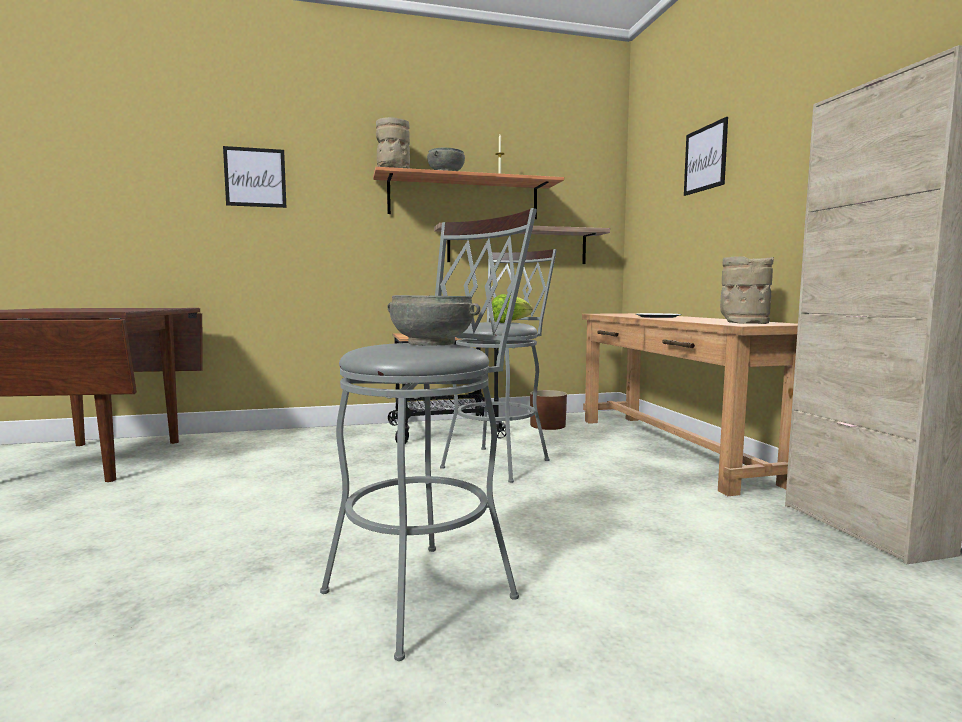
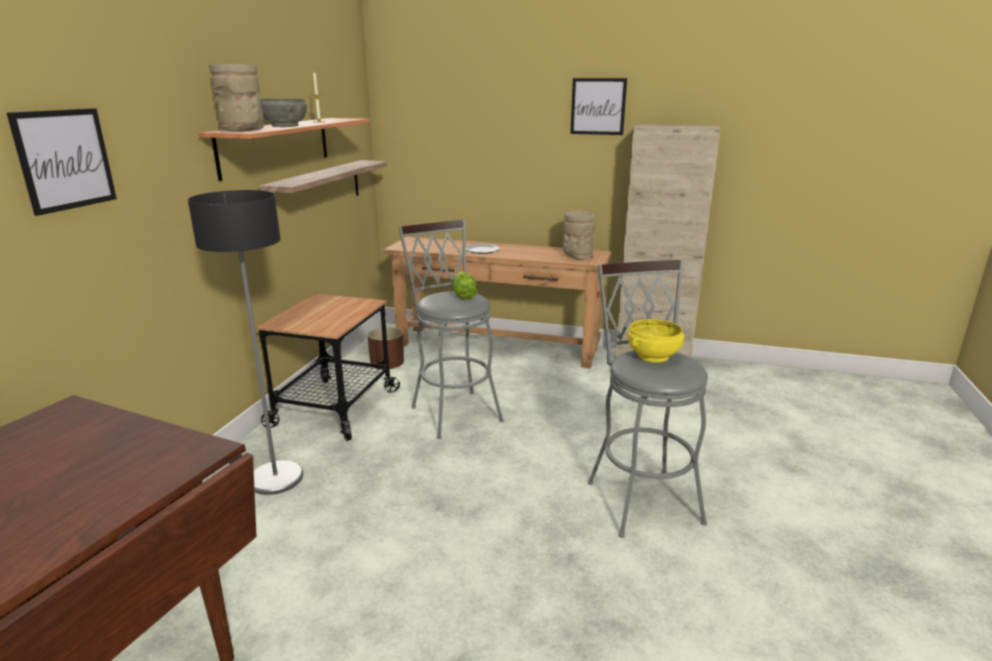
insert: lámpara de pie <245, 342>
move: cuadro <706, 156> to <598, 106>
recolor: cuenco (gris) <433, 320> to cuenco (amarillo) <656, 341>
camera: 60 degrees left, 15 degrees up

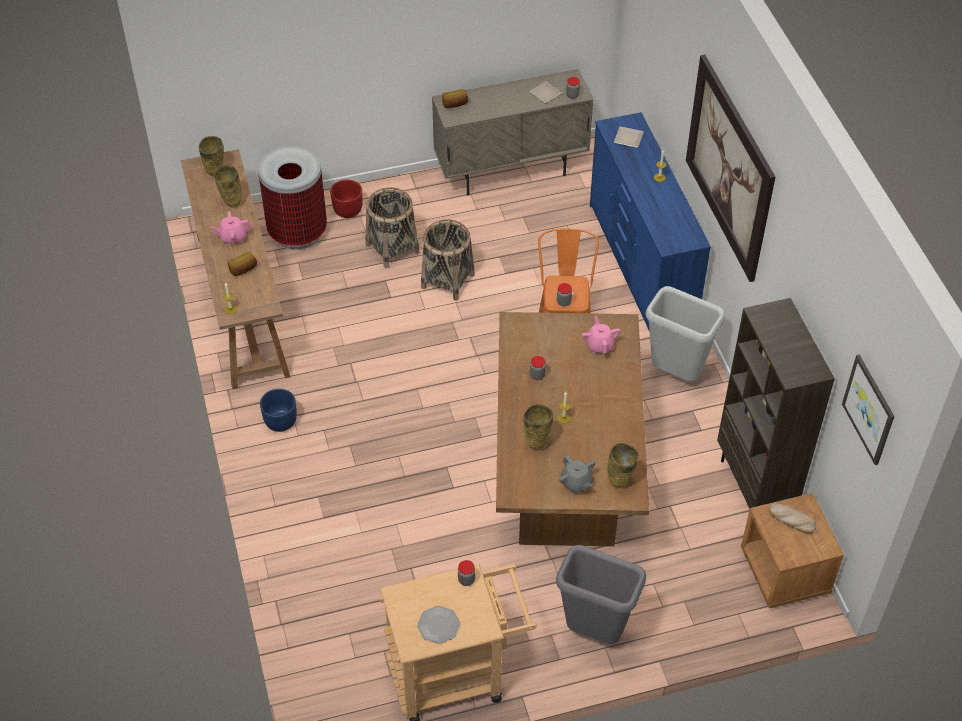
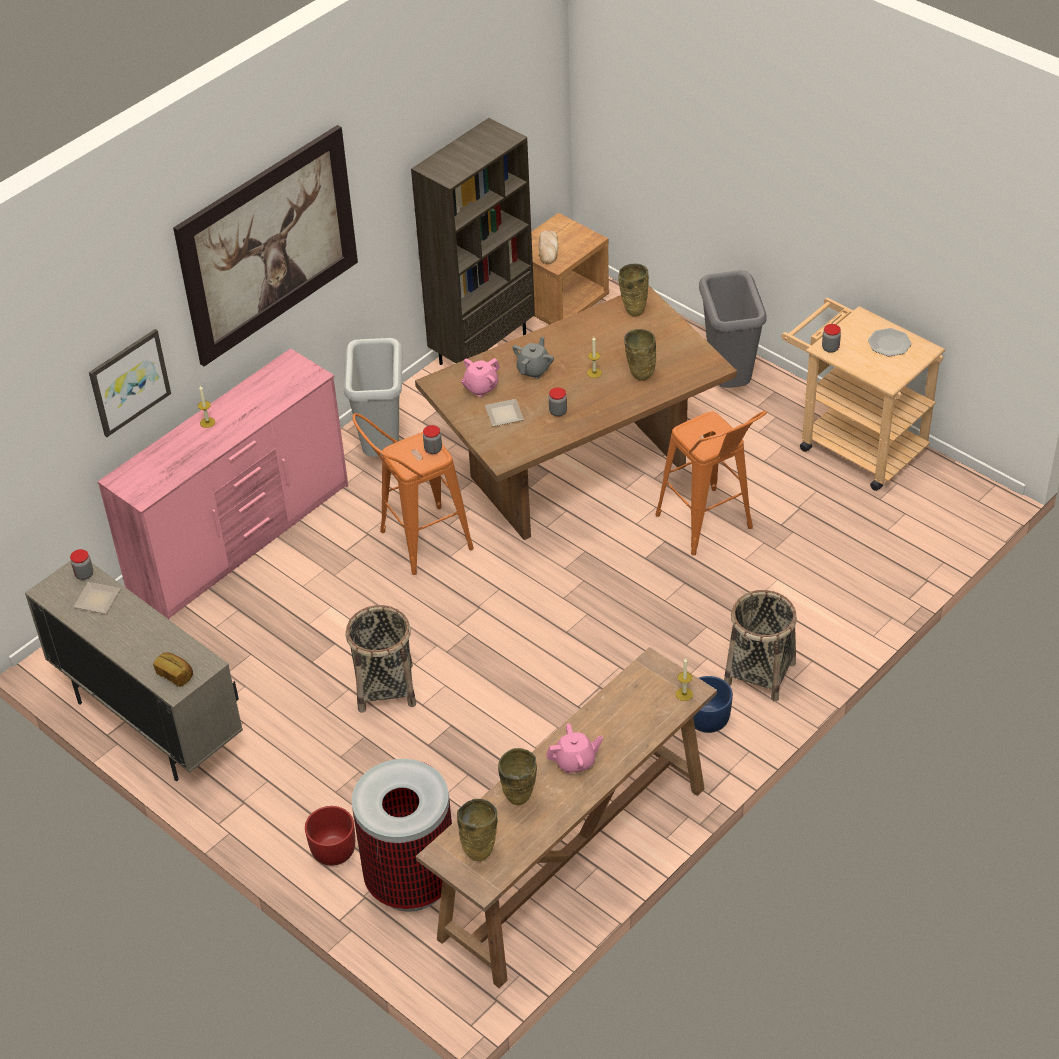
delete: pan <242, 264>
insert: taburete (naranja) <711, 483>
move: cesta <392, 227> to <760, 645>; tetera (gris) <577, 474> to <533, 358>; plato <629, 137> to <504, 412>; cuadro <868, 410> to <130, 383>
recolor: cómoda (azul) <650, 222> to cómoda (rosa) <222, 483>
rotate: tetera (rosa) <231, 228> = <574, 749> 60 degrees counterclockwise
camera: 120 degrees left, 5 degrees down

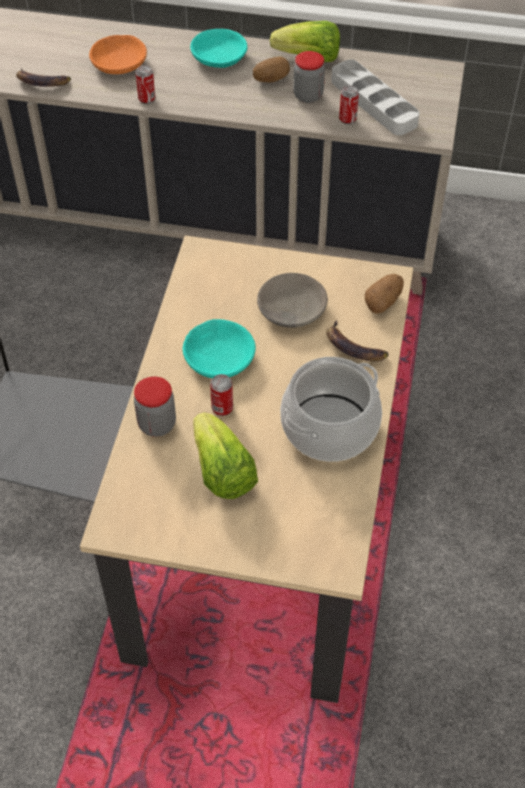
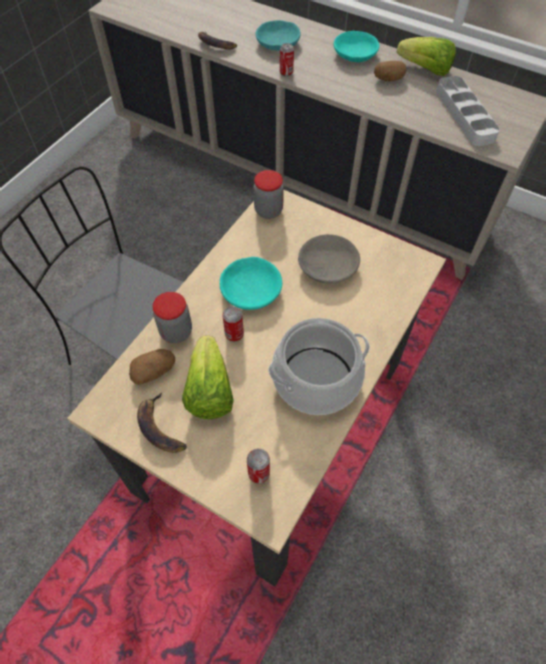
move: tarro <309, 77> to <268, 194>; plátano <357, 341> to <162, 422>; lata <349, 104> to <258, 466>; patata <384, 294> to <152, 367>
recolor: cuenco (naranja) <118, 54> to cuenco (turquesa) <278, 35>
camera: 20 degrees right, 5 degrees up

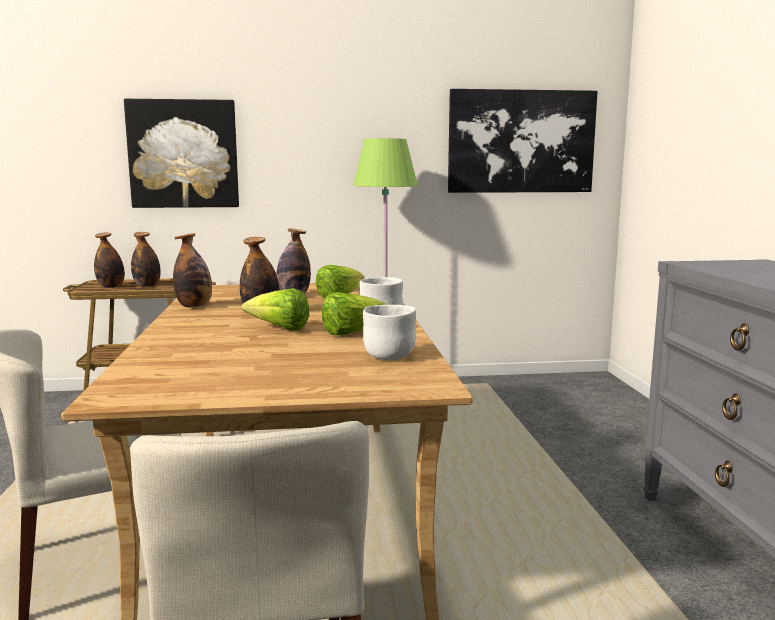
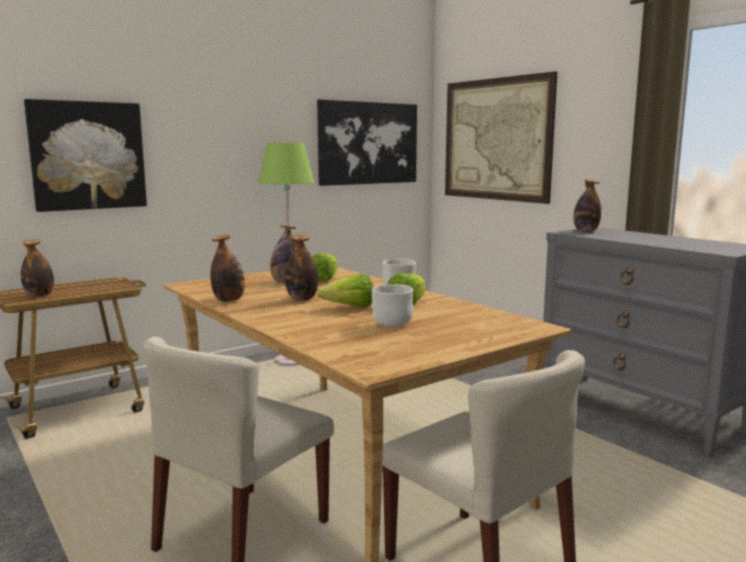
insert: cuadro <501, 137>
move: botella <146, 259> to <587, 205>; cuenco (blanco) <389, 332> to <392, 305>
camera: 30 degrees left, 0 degrees up

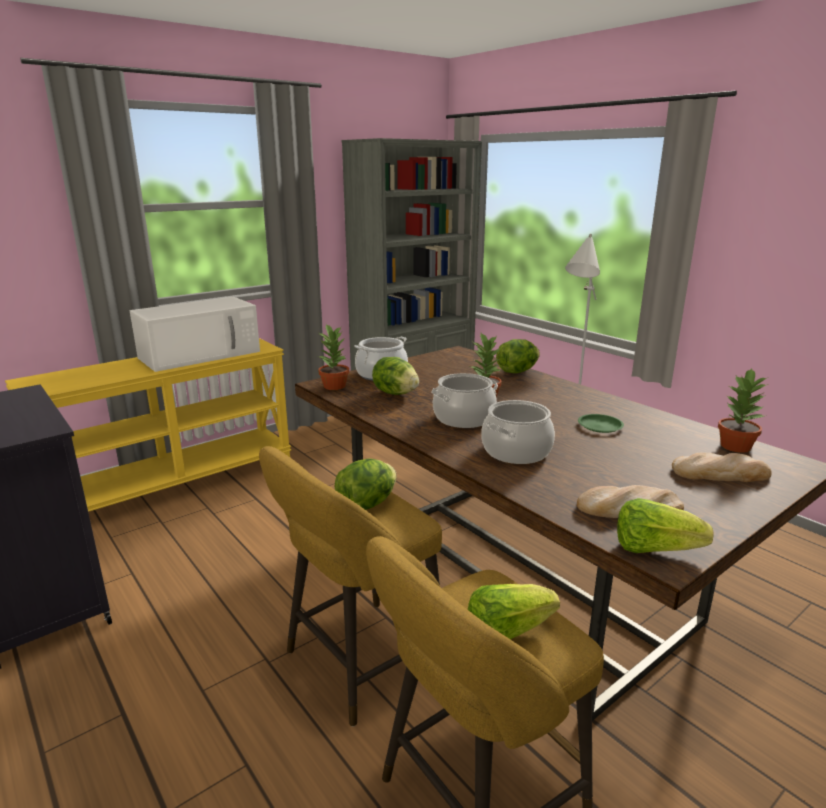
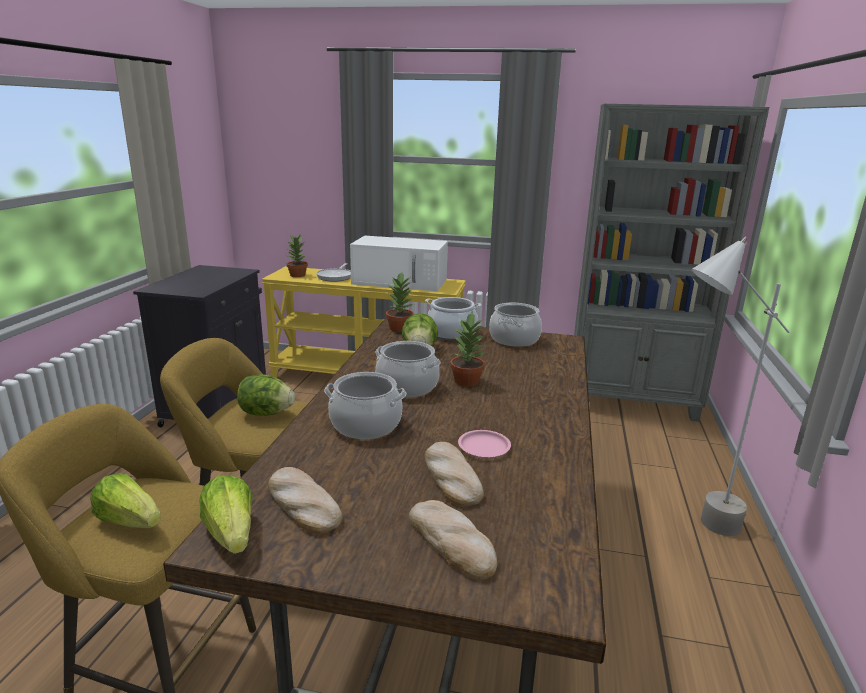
delete: lechuga <518, 356>
insert: sartén <333, 272>; pan <454, 474>; olla <515, 325>
move: planta en maceta <743, 410> to <297, 255>
recolor: plato (verde) <601, 423> to plato (rosa) <484, 444>
camera: 50 degrees right, 0 degrees up

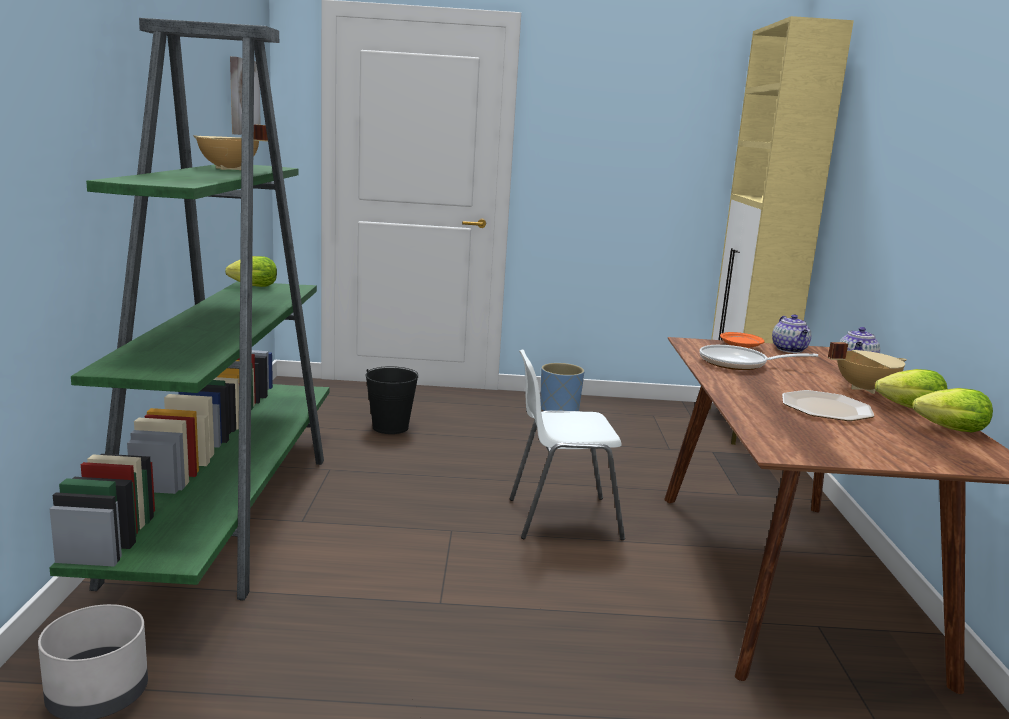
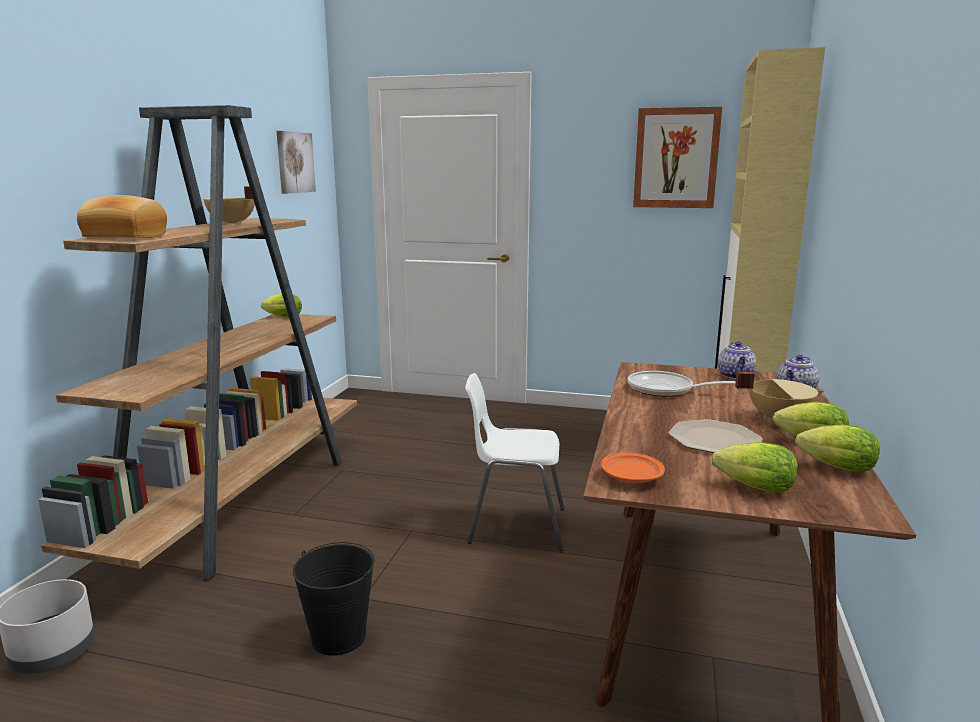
delete: maceta (azul) <562, 387>
insert: pan <122, 216>; cuadro <677, 157>; lechuga <755, 467>
move: cubo (negro) <391, 400> to <334, 599>; plato (naranja) <742, 340> to <633, 467>
recolor: estantería (verde) <189, 309> to estantería (marrón) <197, 343>
camera: 15 degrees right, 0 degrees up

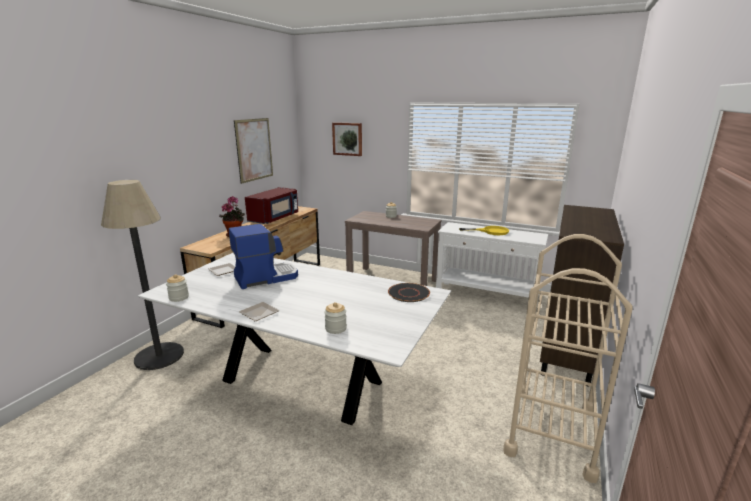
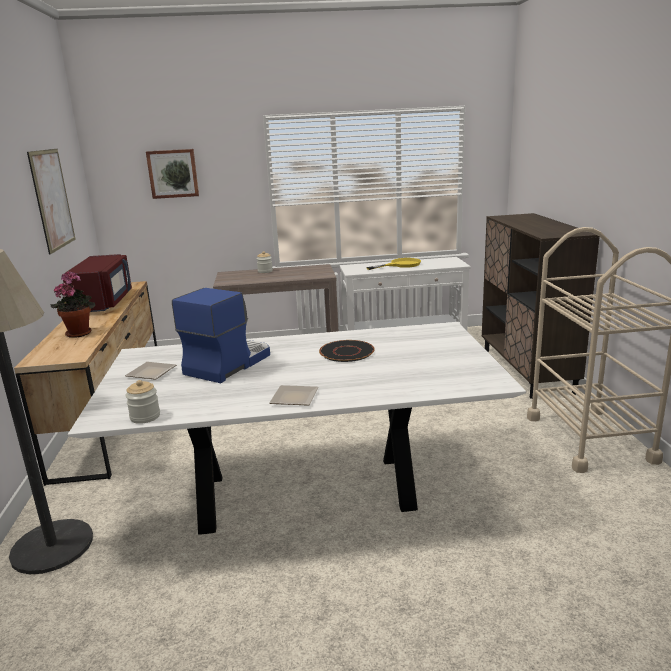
delete: tarro <335, 318>
move: plato (negro) <409, 292> to <347, 351>
camera: 30 degrees left, 0 degrees up

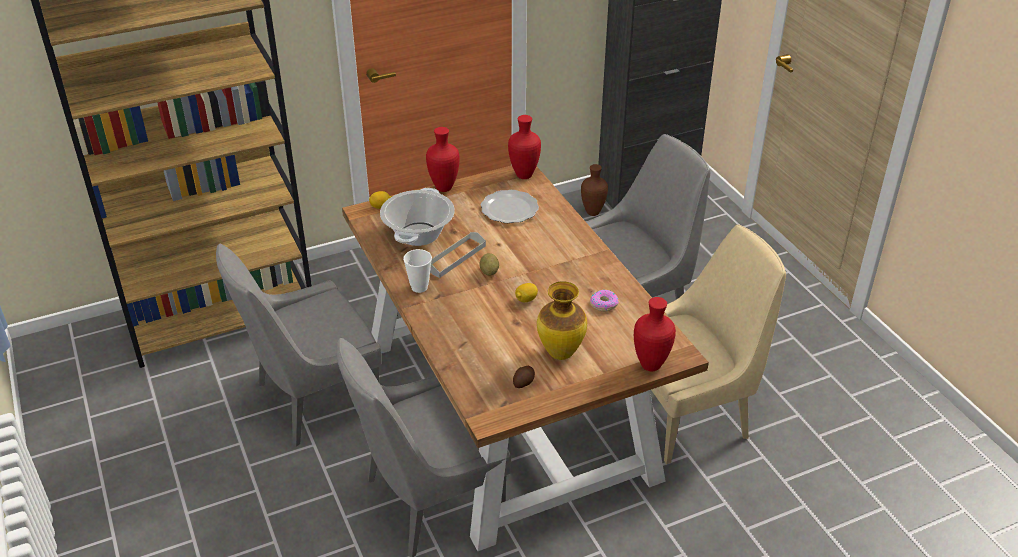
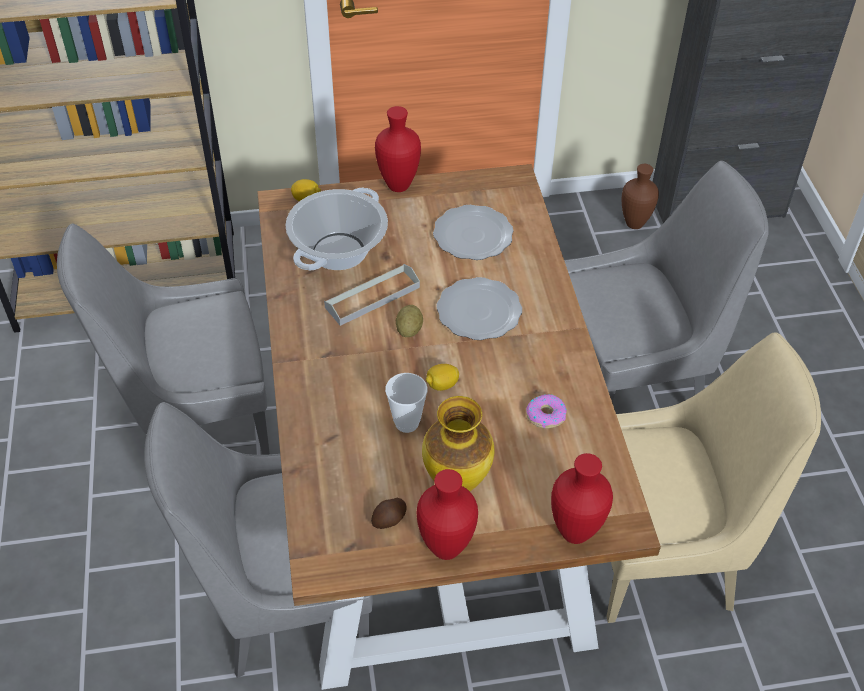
insert: plato <479, 308>
move: taza <417, 271> to <406, 403>; florero (rojo) <524, 147> to <447, 514>
camera: 15 degrees right, 10 degrees up

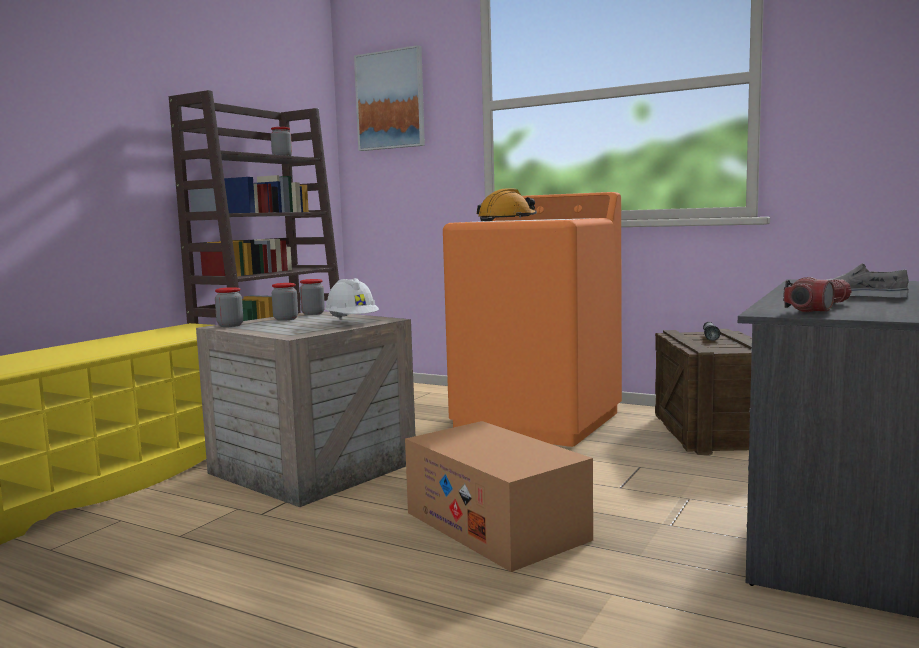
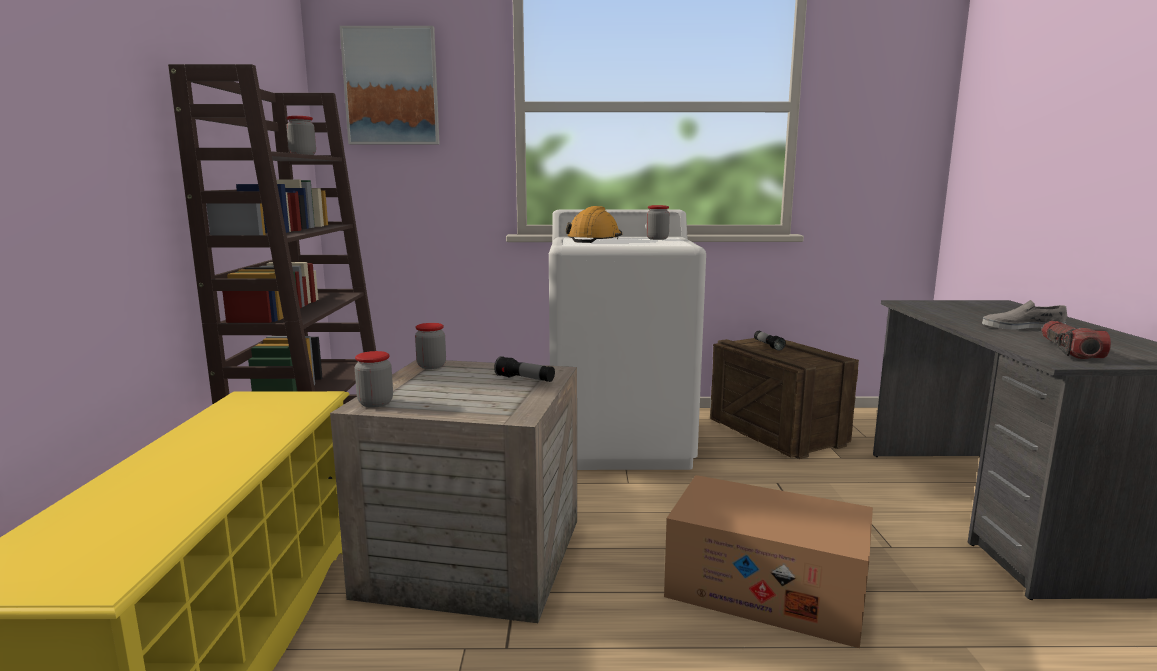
move: tarro <285, 302> to <658, 222>
replace: casco (blanco) <352, 298> to linterna <524, 369>
recolor: lavadora (naranja) <532, 319> to lavadora (blanco) <627, 339>
camera: 30 degrees left, 5 degrees up

